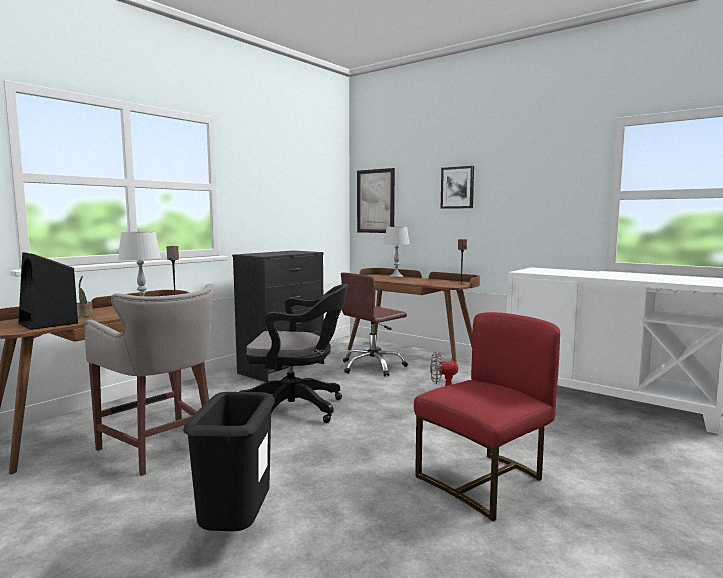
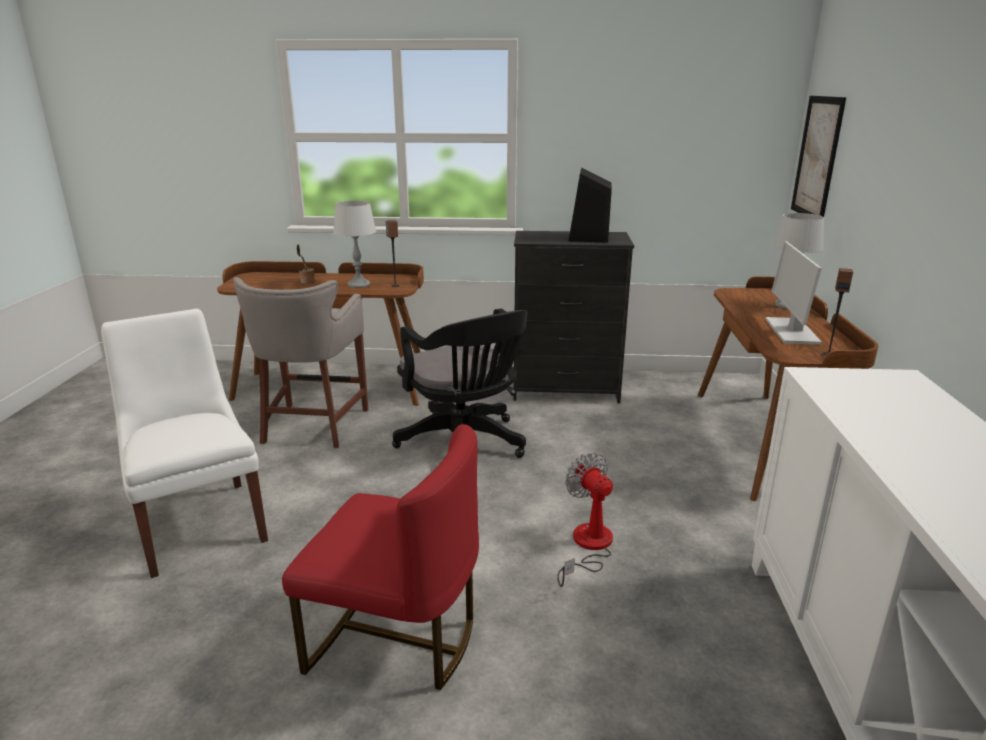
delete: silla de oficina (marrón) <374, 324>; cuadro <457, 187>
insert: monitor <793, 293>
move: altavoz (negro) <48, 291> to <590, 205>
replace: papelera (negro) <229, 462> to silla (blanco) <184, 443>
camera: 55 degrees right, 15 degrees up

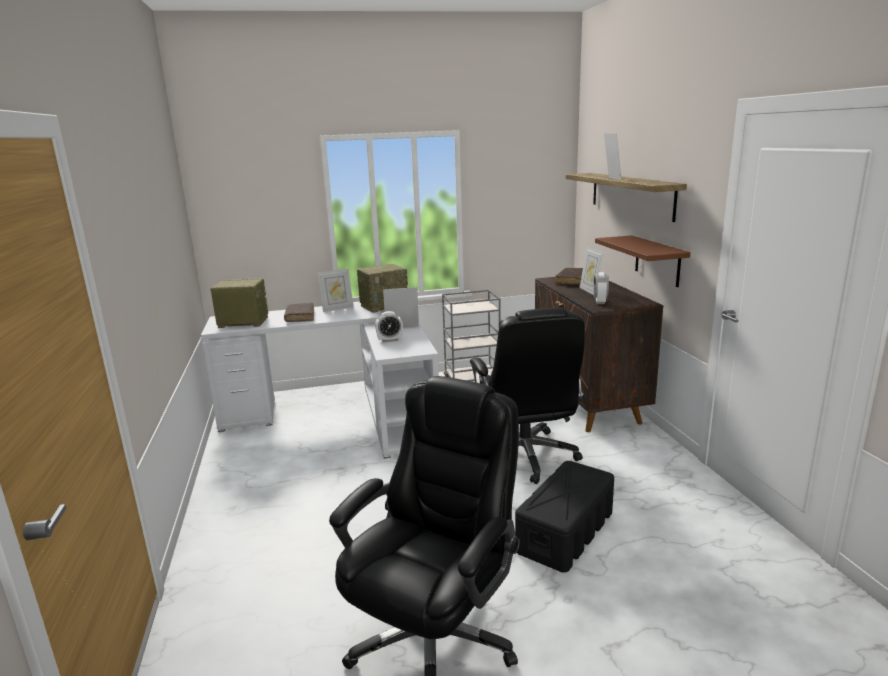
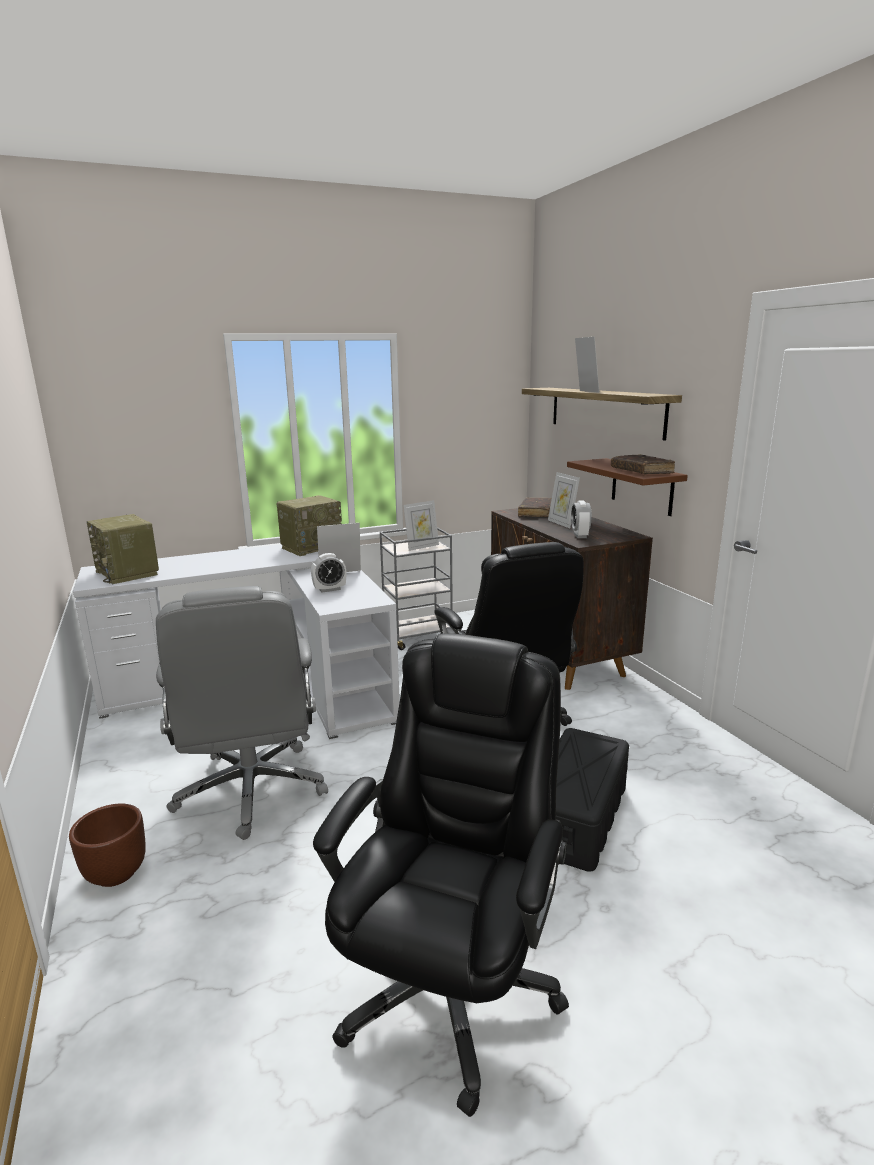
insert: maceta (marrón) <107, 845>; silla de oficina (gris) <242, 713>
move: libro (marrón) <299, 312> to <643, 464>; portarretratos <336, 290> to <421, 525>
rotate: radio <239, 303> = <123, 549> 120 degrees counterclockwise
camera: 10 degrees left, 0 degrees up

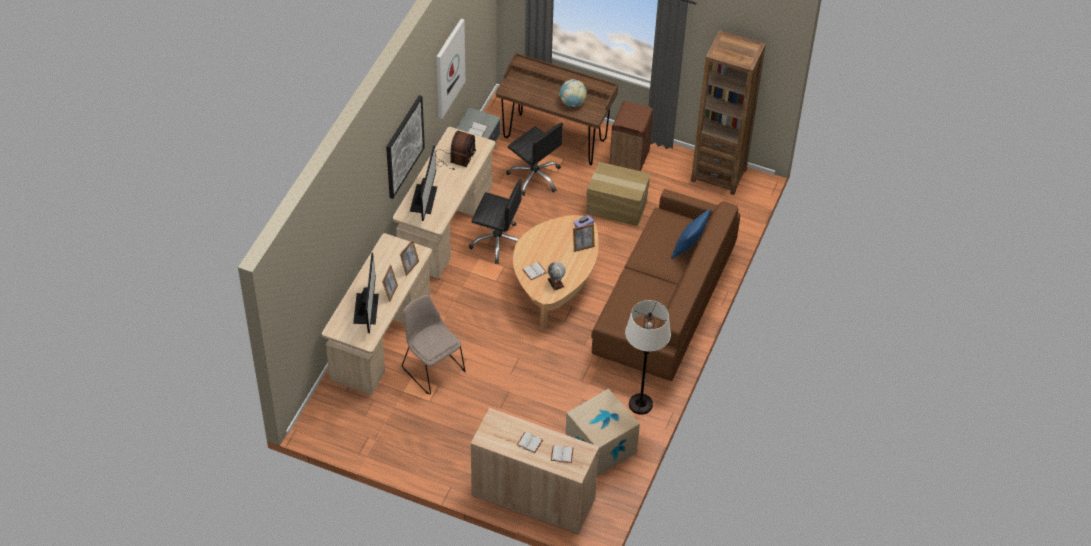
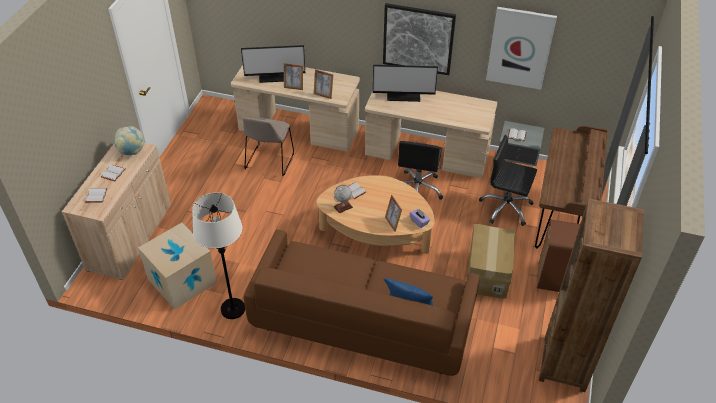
delete: radio <456, 150>
move: globo terráqueo <573, 93> to <129, 140>
rotate: silla (beis) <433, 344> = <268, 146> 150 degrees clockwise; silla de oficina (negro) <534, 159> = <508, 180> 75 degrees clockwise
camera: 85 degrees right, 5 degrees down

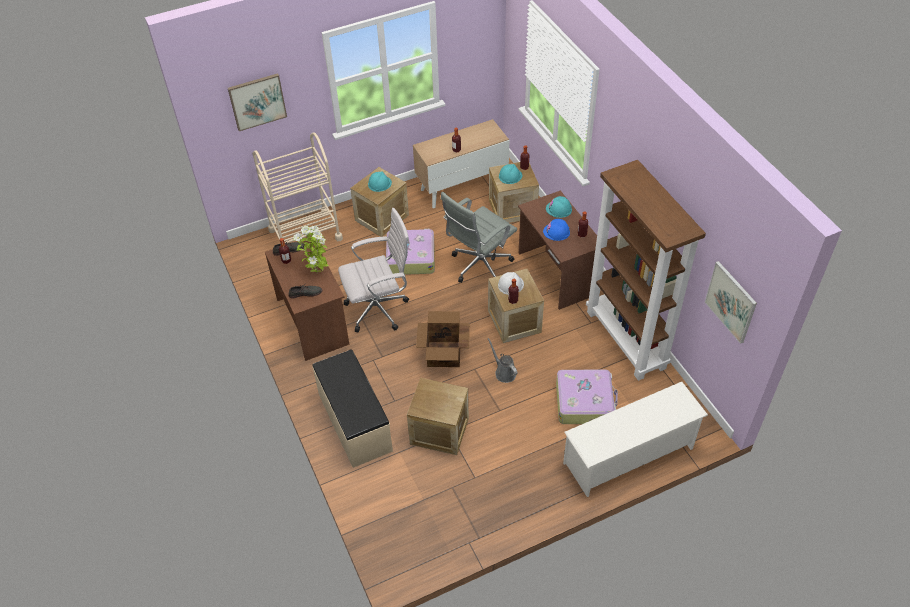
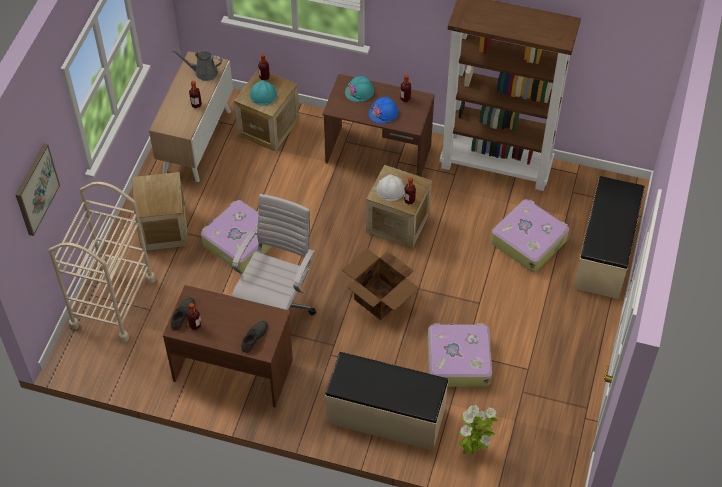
delete: casco (turquesa) <380, 181>; silla de oficina (gris) <479, 237>; cuadro <731, 302>
move: planta en maceta <311, 249> to <478, 429>; regadera (gris) <503, 360> to <197, 65>
replace: caja de embalaje <438, 416> to maleta <460, 355>; zapatero (blanco) <635, 439> to banco (beis) <609, 237>
camera: 50 degrees left, 5 degrees up

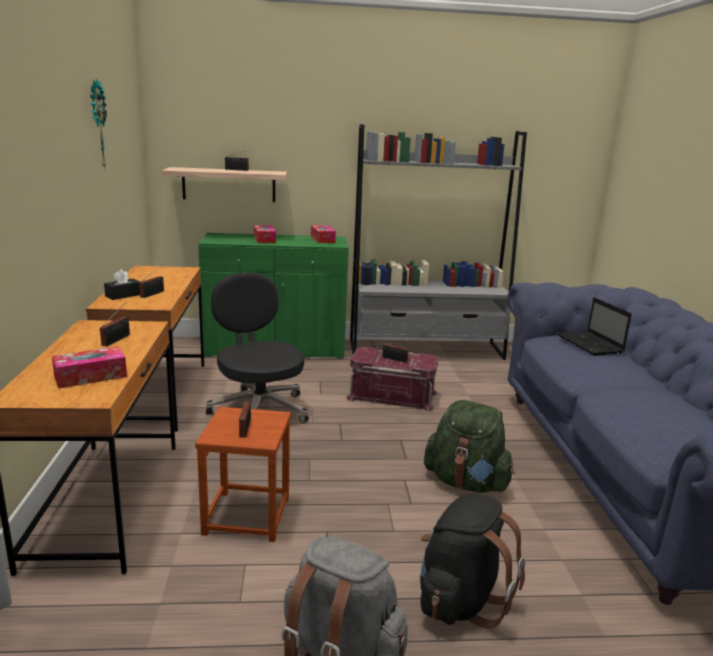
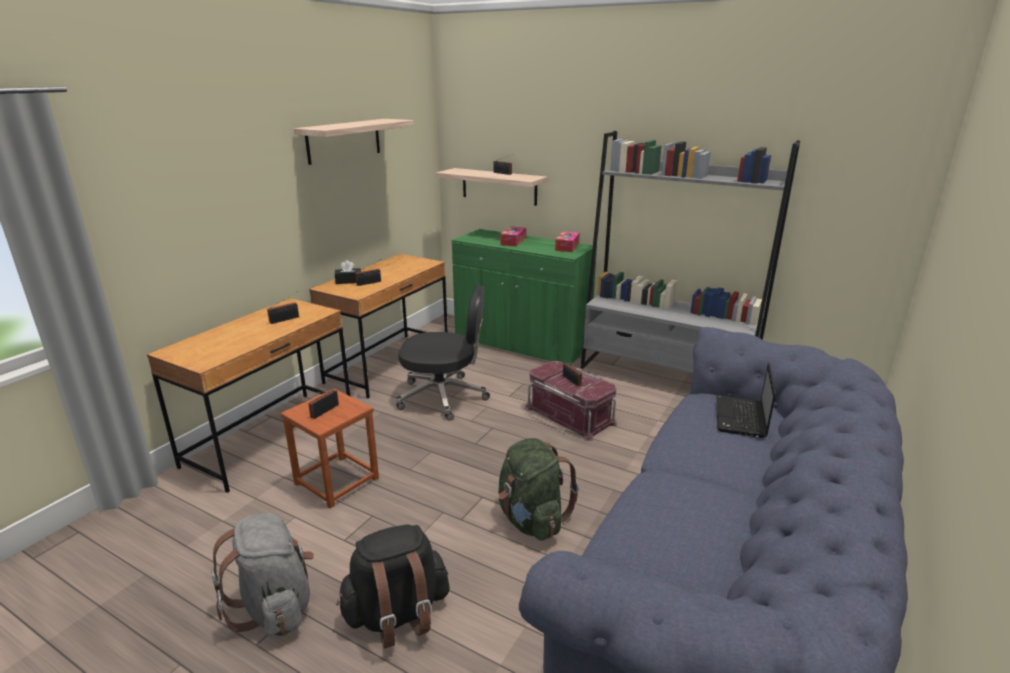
delete: caja de pañuelos <89, 367>
replace: reloj de pared <98, 123> to estante <353, 142>
rotate: silla de oficina (negro) <257, 348> = <443, 352> 90 degrees clockwise
camera: 35 degrees right, 5 degrees up

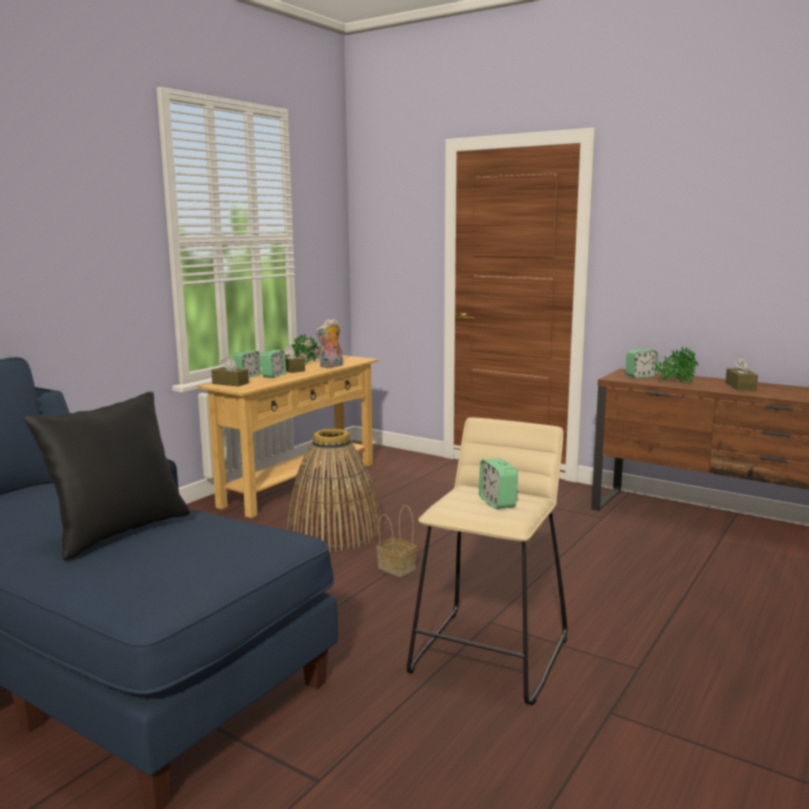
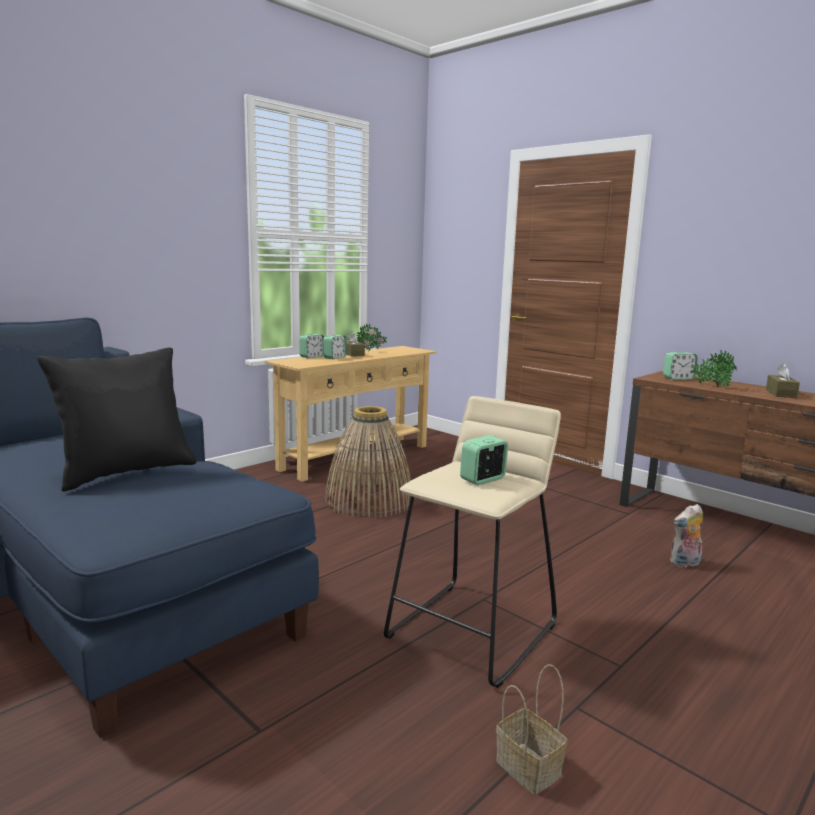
delete: caja de pañuelos (marrón) <230, 371>
move: peluche <329, 343> to <686, 536>; cesta <396, 541> to <531, 729>
rotate: despertador <498, 483> = <484, 460> 60 degrees clockwise
camera: 10 degrees right, 0 degrees up

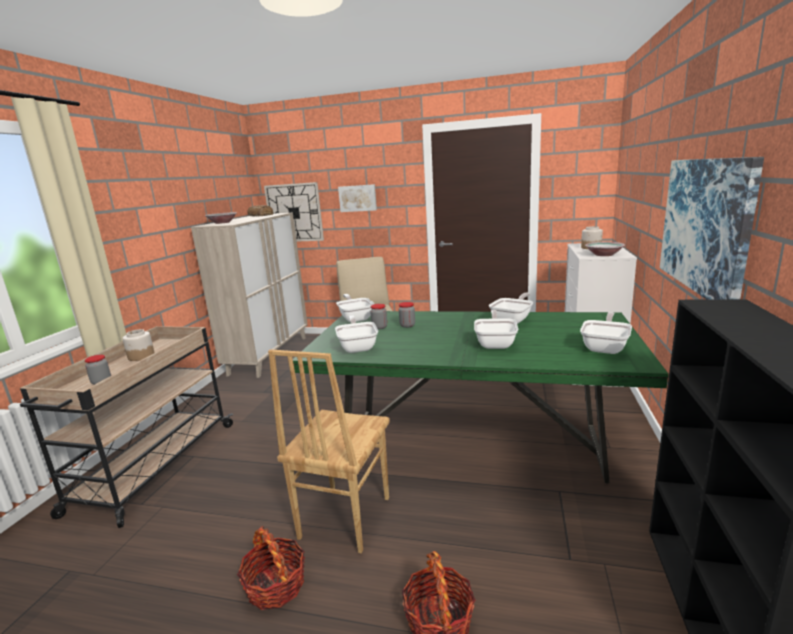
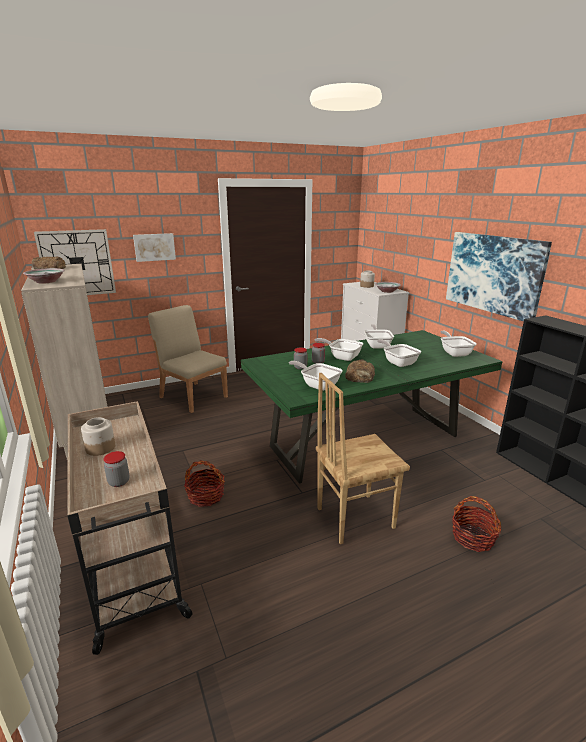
insert: pan <360, 371>
move: cesta <271, 568> to <204, 483>; sartén <355, 308> to <338, 349>
rotate: silla (marrón) <329, 451> = <363, 458> 90 degrees clockwise
camera: 40 degrees left, 5 degrees up

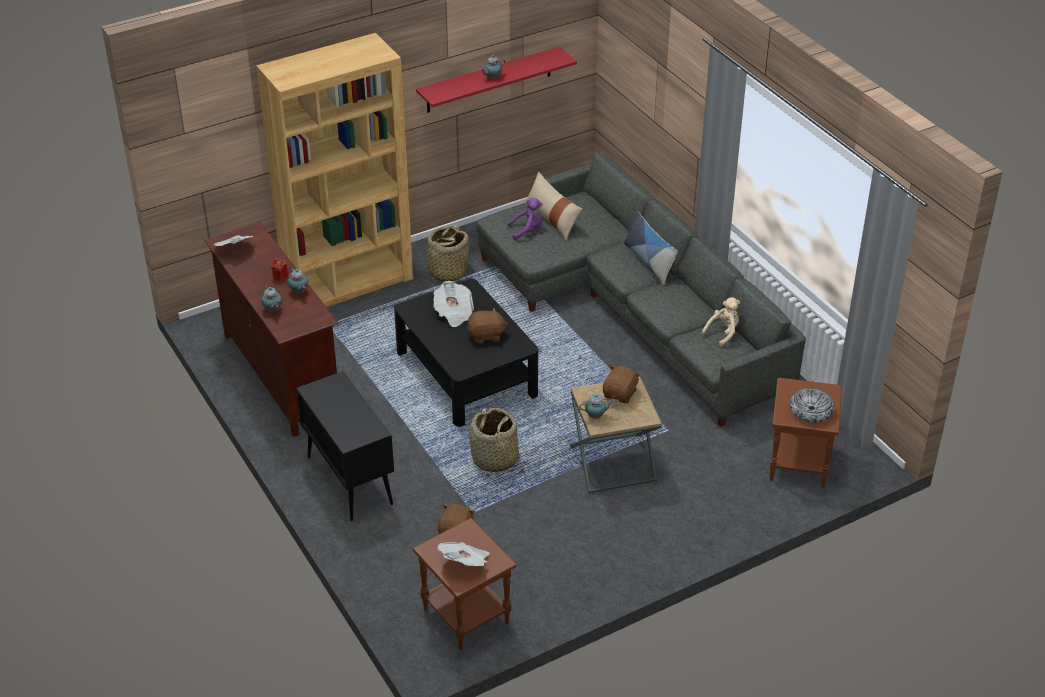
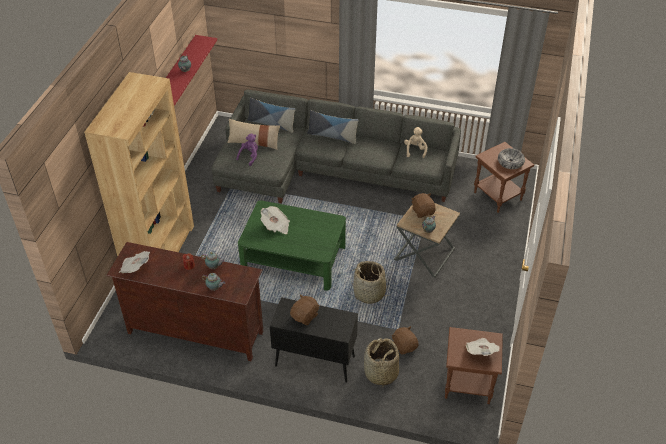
insert: cojín <271, 115>
move: cesta <446, 253> to <381, 363>; peluche (marrón) <487, 326> to <305, 309>
recolor: mesa de centro (negro) <466, 352> to mesa de centro (verde) <292, 245>
camera: 45 degrees left, 5 degrees up

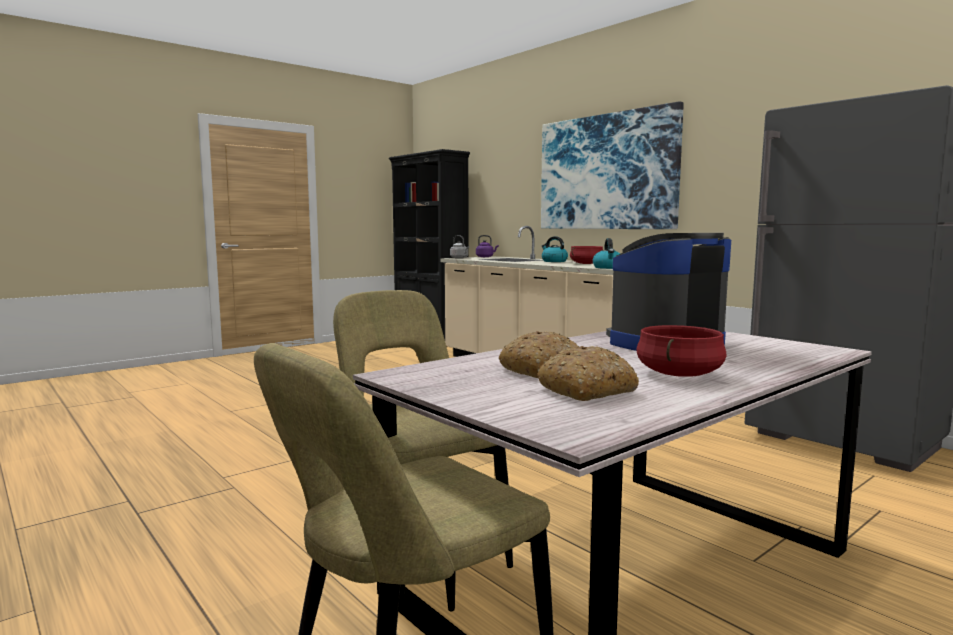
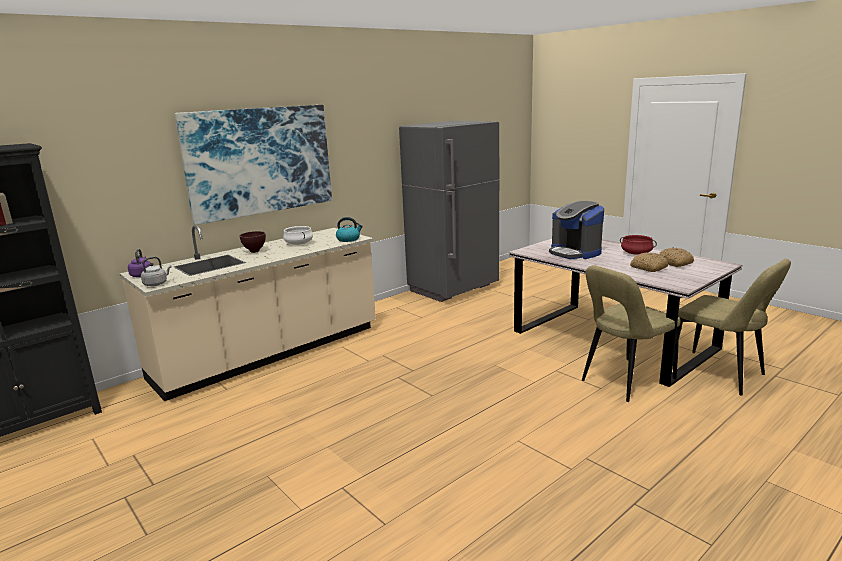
replace: hervidor <555, 249> to cuenco (marrón) <253, 242>
recolor: olla (rojo) <586, 255> to olla (blanco) <298, 235>
camera: 90 degrees left, 10 degrees up

